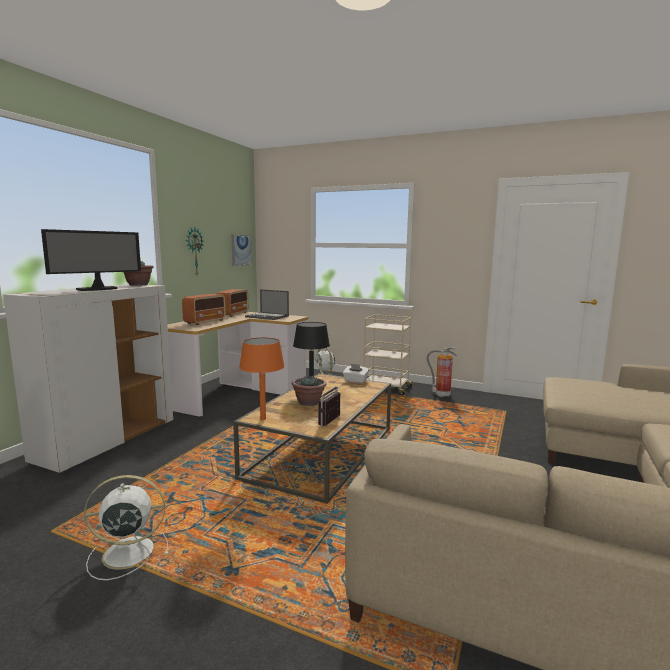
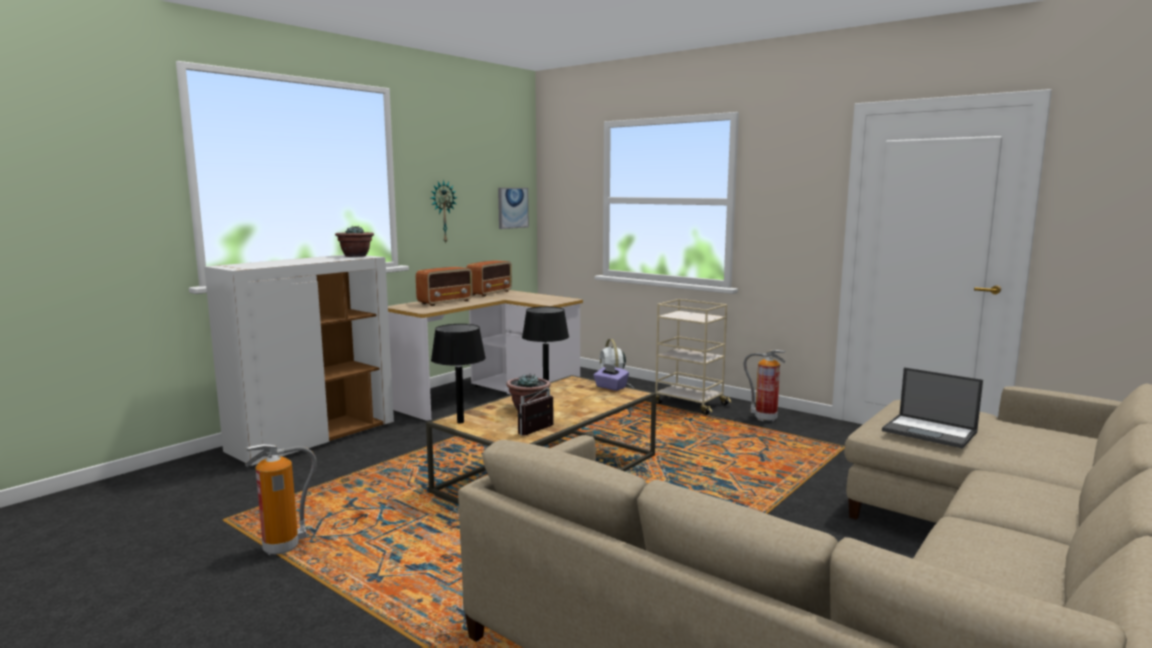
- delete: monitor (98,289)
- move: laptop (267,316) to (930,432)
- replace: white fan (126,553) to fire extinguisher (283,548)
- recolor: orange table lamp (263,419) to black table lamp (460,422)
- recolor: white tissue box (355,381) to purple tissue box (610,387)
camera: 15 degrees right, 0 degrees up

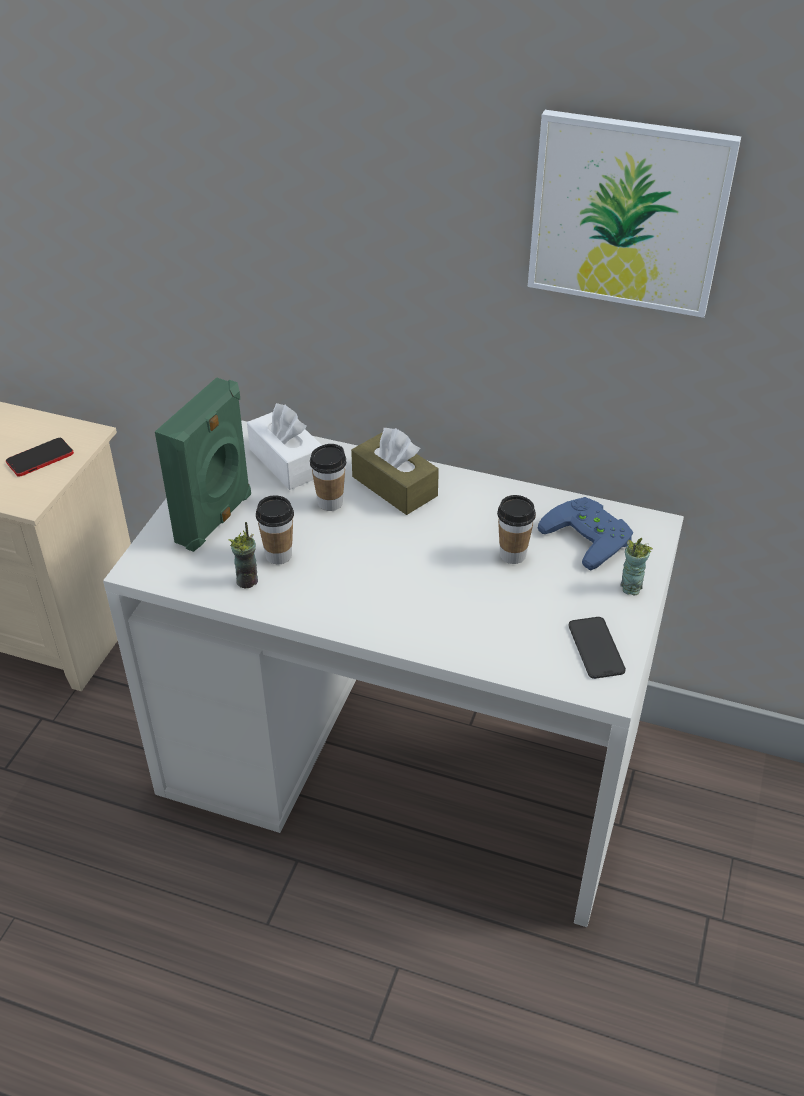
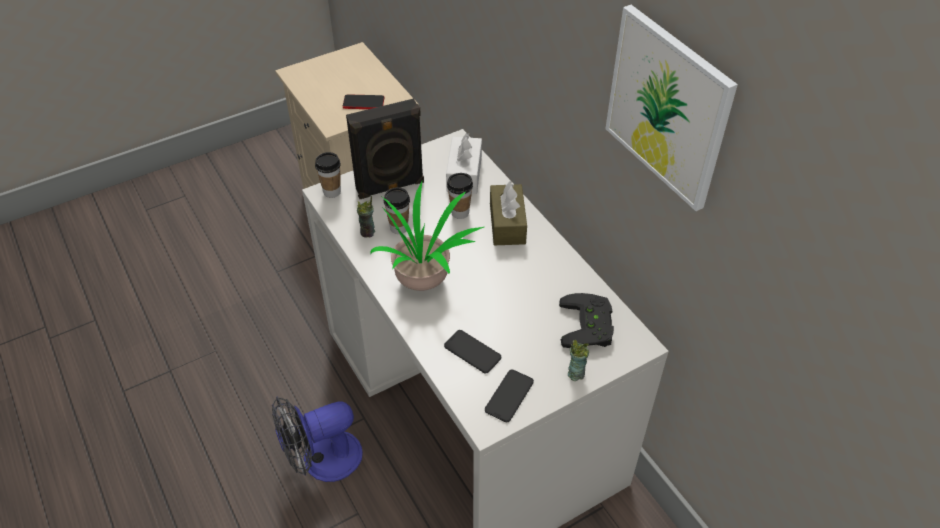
- insert: fan (322,460)
- insert: potted plant (424,279)
- insert: phone (472,352)
- move: cup (512,555) to (332,192)
- recolor: green speaker (216,519) to black speaker (390,187)
- recolor: blue game controller (591,535) to black game controller (590,326)
camera: 40 degrees right, 5 degrees up

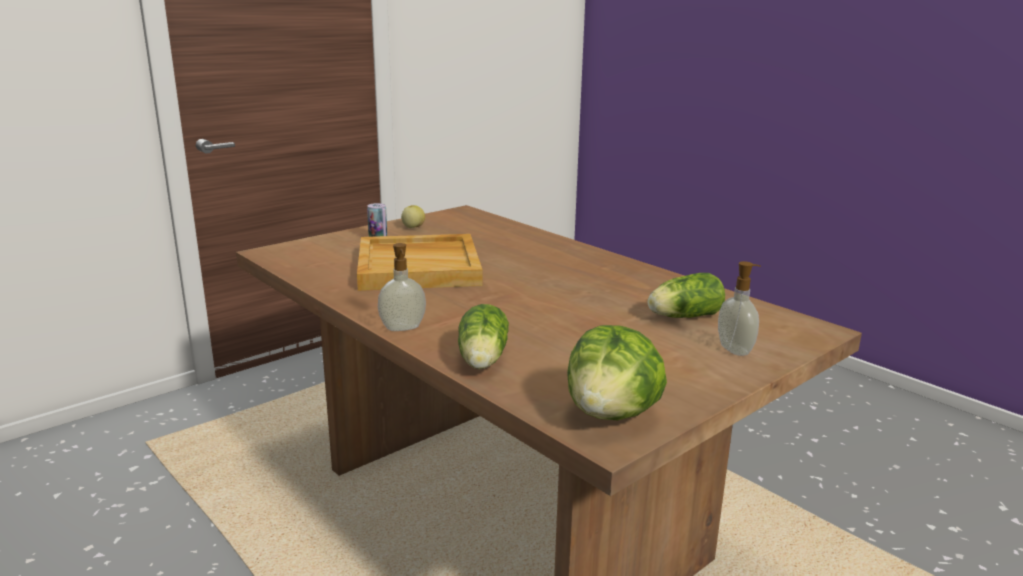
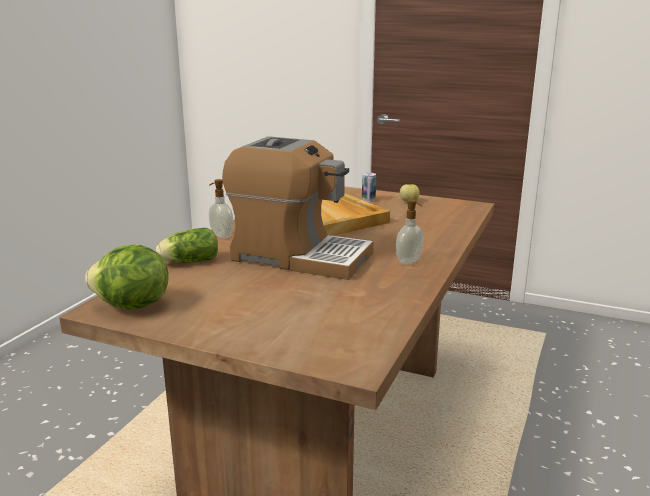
- delete: lettuce (682,316)
- insert: coffee machine (299,256)
- move: soap dispenser (736,350) to (409,262)
camera: 65 degrees right, 0 degrees up

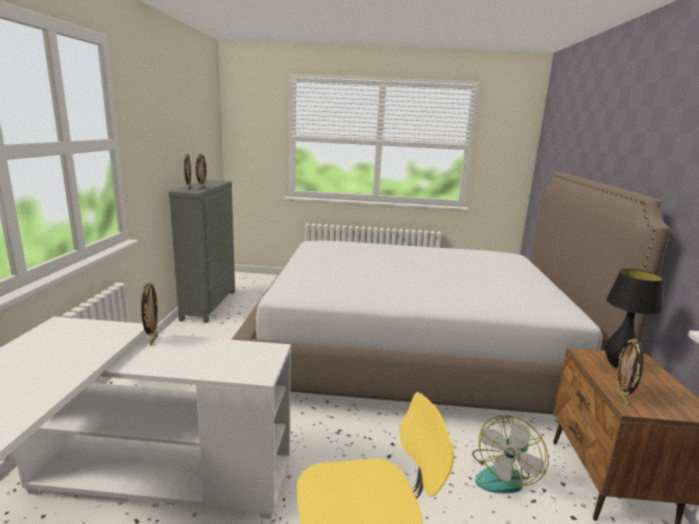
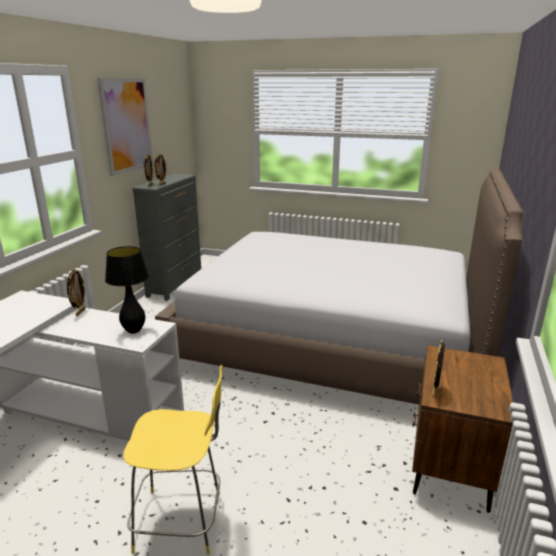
- delete: fan (503,475)
- insert: picture (126,125)
- move: black table lamp (617,365) to (134,331)
camera: 15 degrees right, 5 degrees up

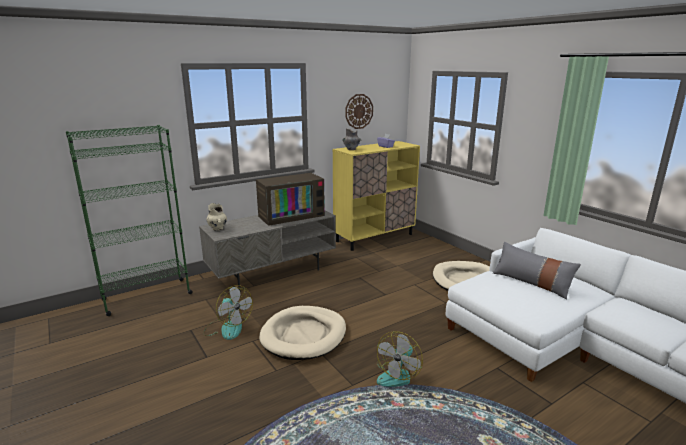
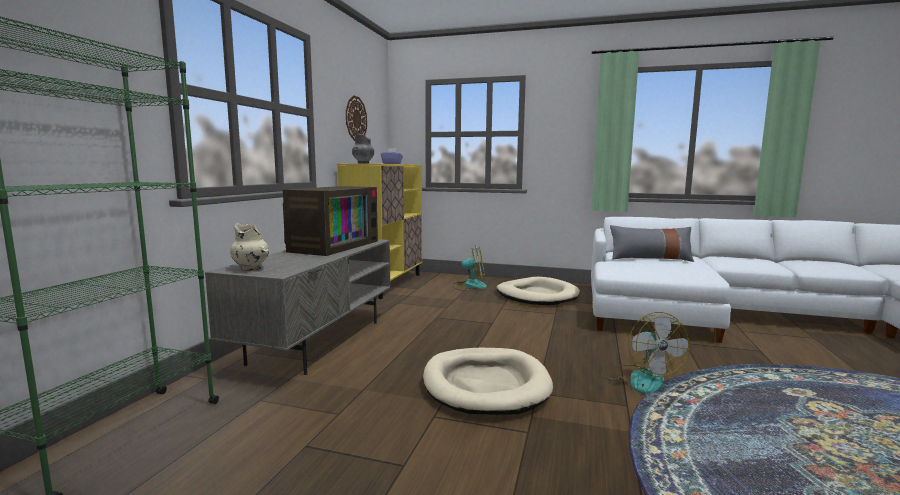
- move: fan (227,328) to (469,285)
camera: 40 degrees left, 10 degrees down

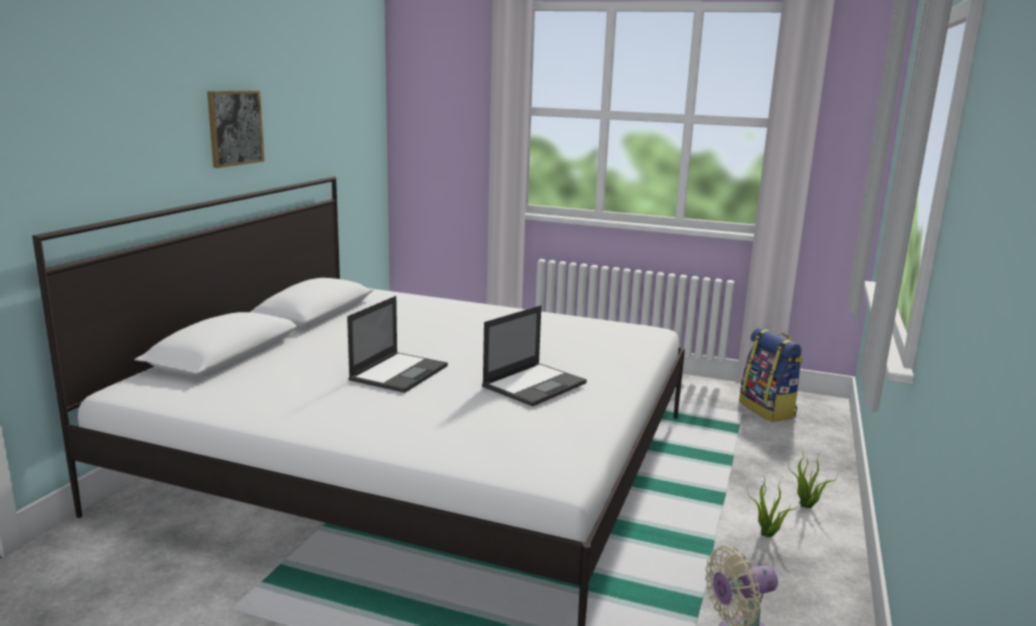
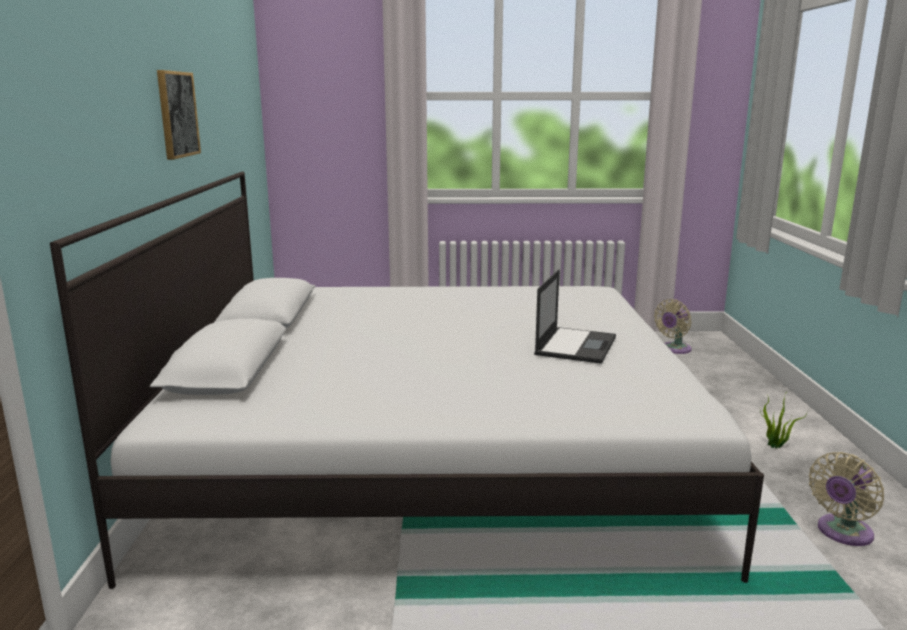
- delete: laptop (399,372)
- delete: potted plant (806,506)
- replace: backpack (768,410) to beige fan (674,349)
camera: 20 degrees left, 0 degrees up

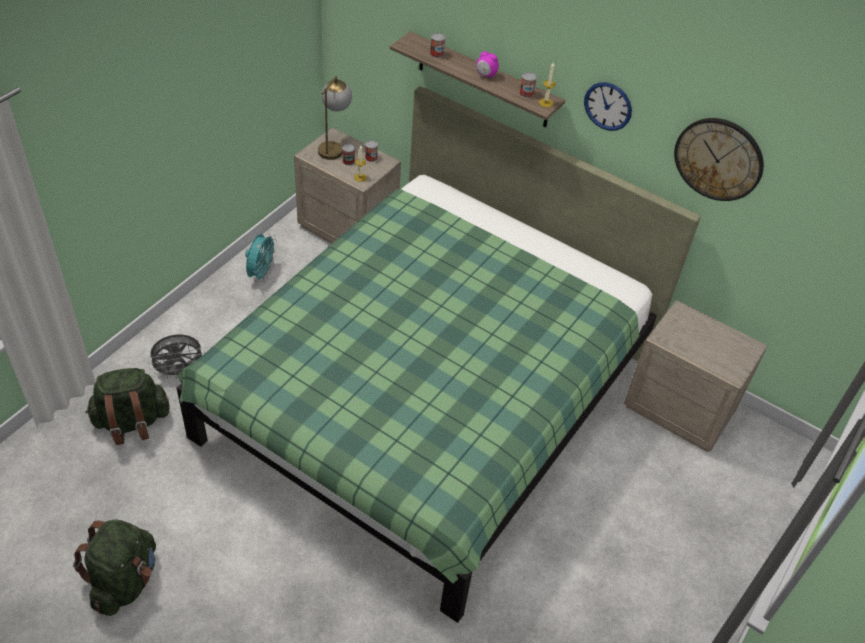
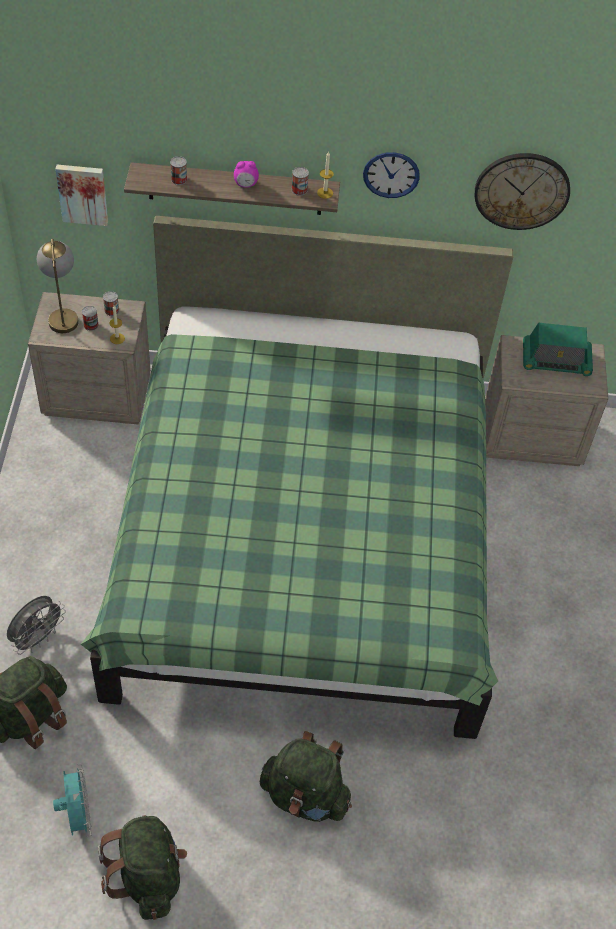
- insert: picture (83,193)
- insert: green backpack (305,796)
- insert: radio (555,361)
- move: turquoise fan (261,274) to (78,815)
camera: 30 degrees left, 5 degrees up

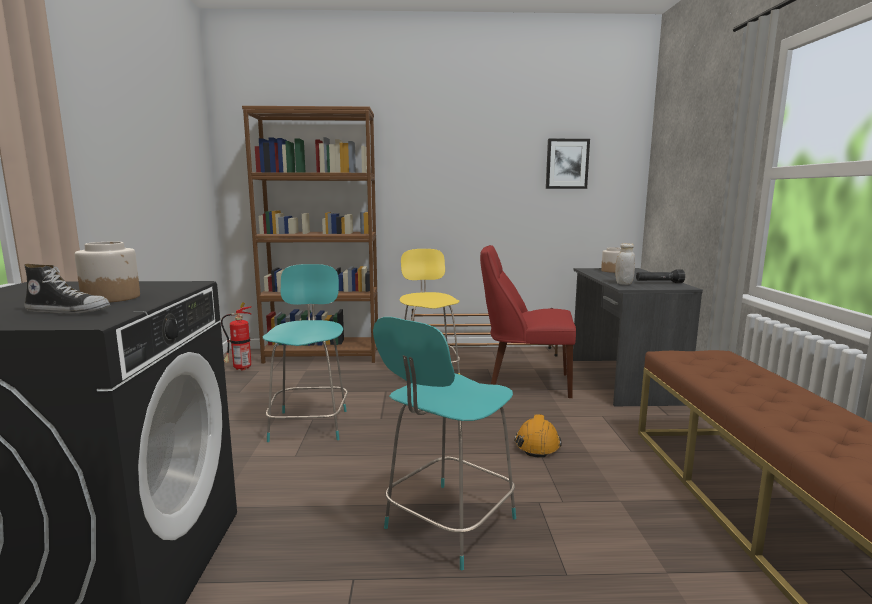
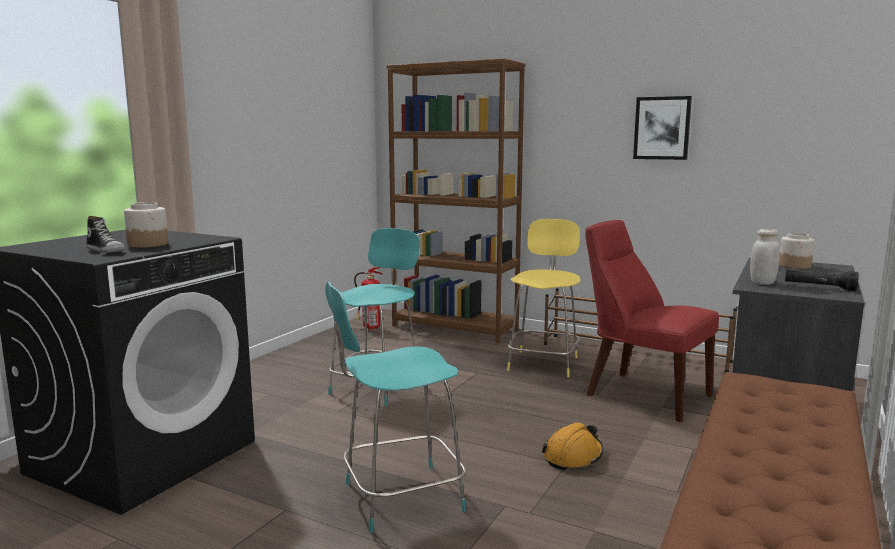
- move: picture (567,164) to (662,128)
camera: 30 degrees right, 0 degrees up

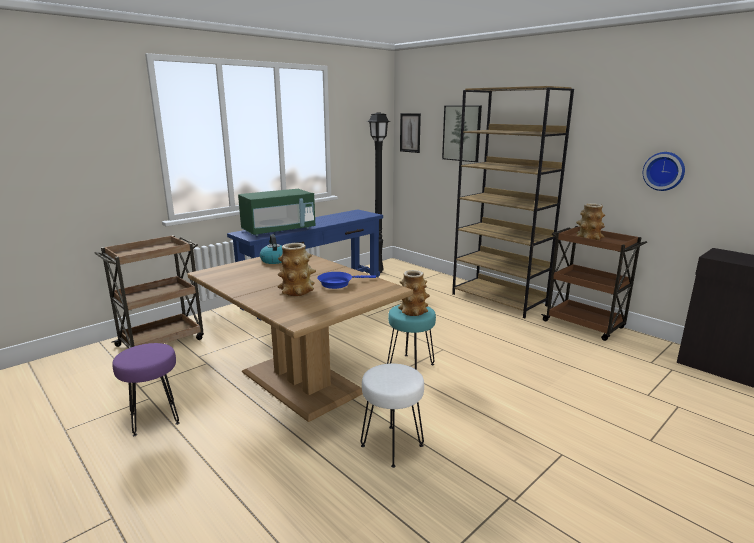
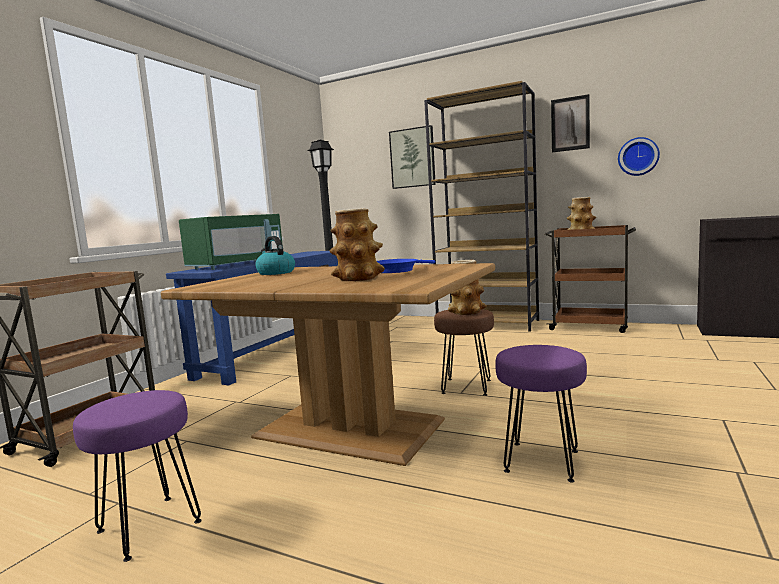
- move: picture (410,132) to (570,124)
- recolor: white stool (392,446) to purple stool (542,461)
- recolor: turquoise stool (411,366) to brown stool (467,386)
camera: 20 degrees left, 10 degrees down

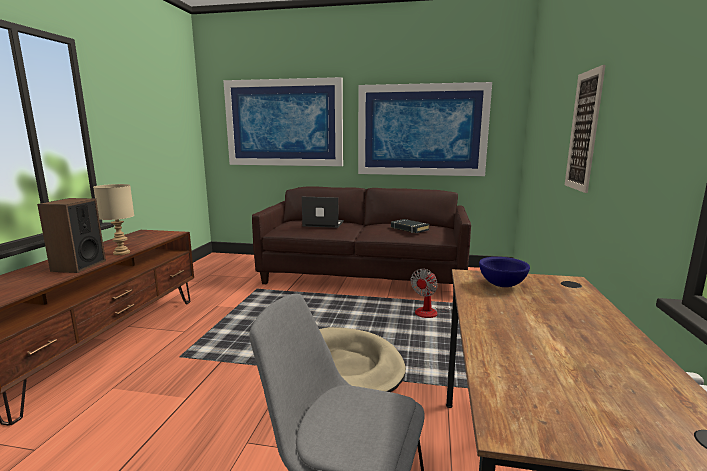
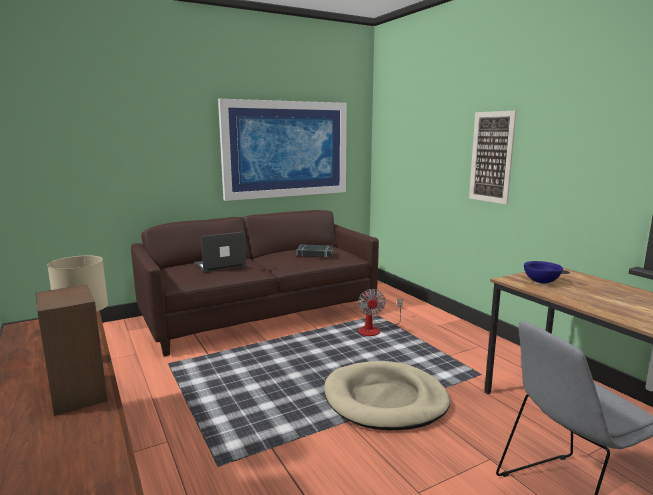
- delete: picture (284,123)
camera: 40 degrees left, 0 degrees up

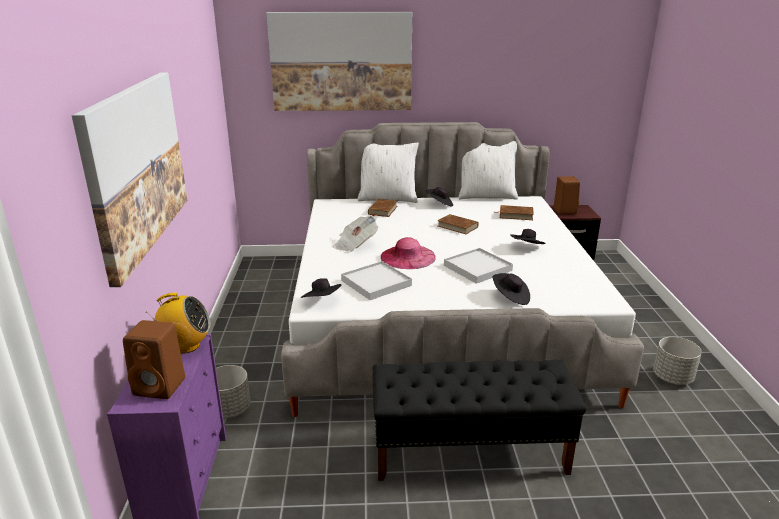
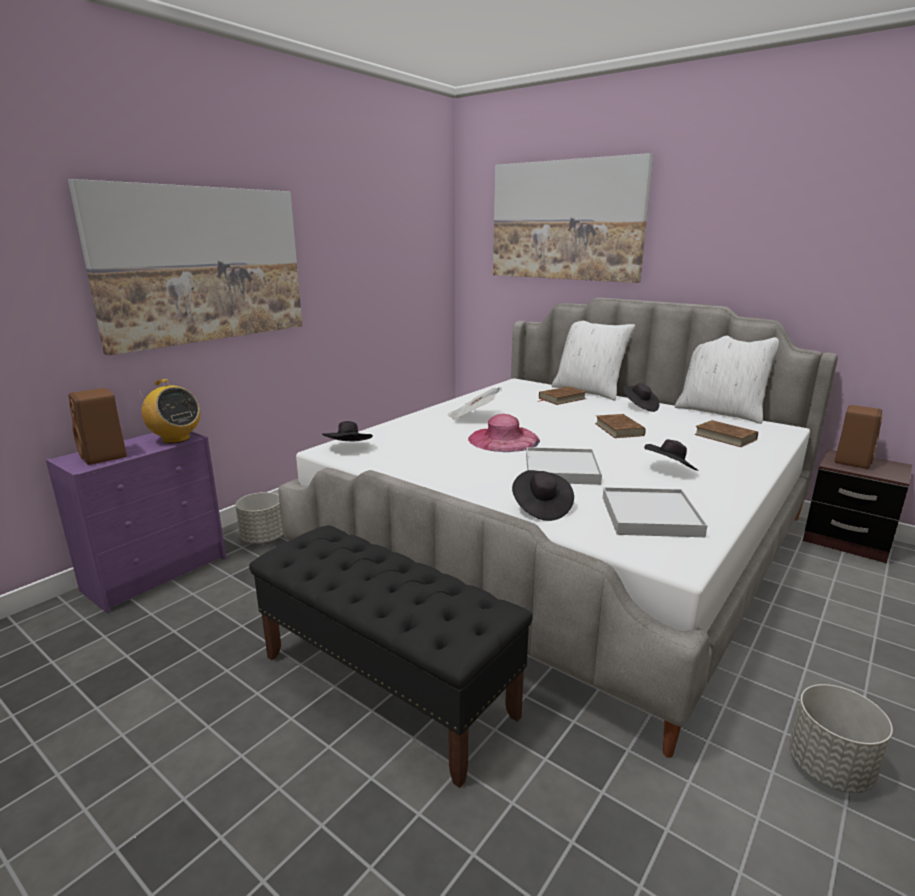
- move: white tray (376,283) to (650,516)
camera: 40 degrees right, 5 degrees down

